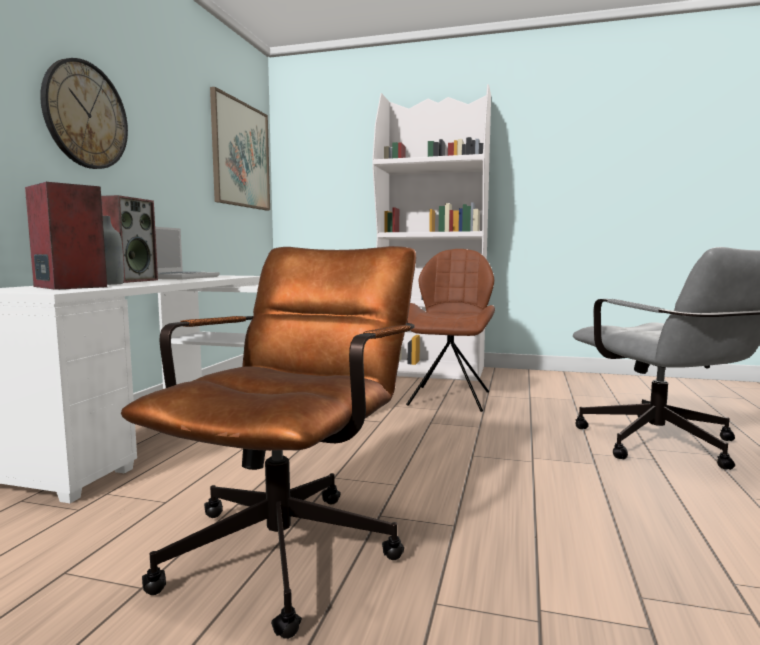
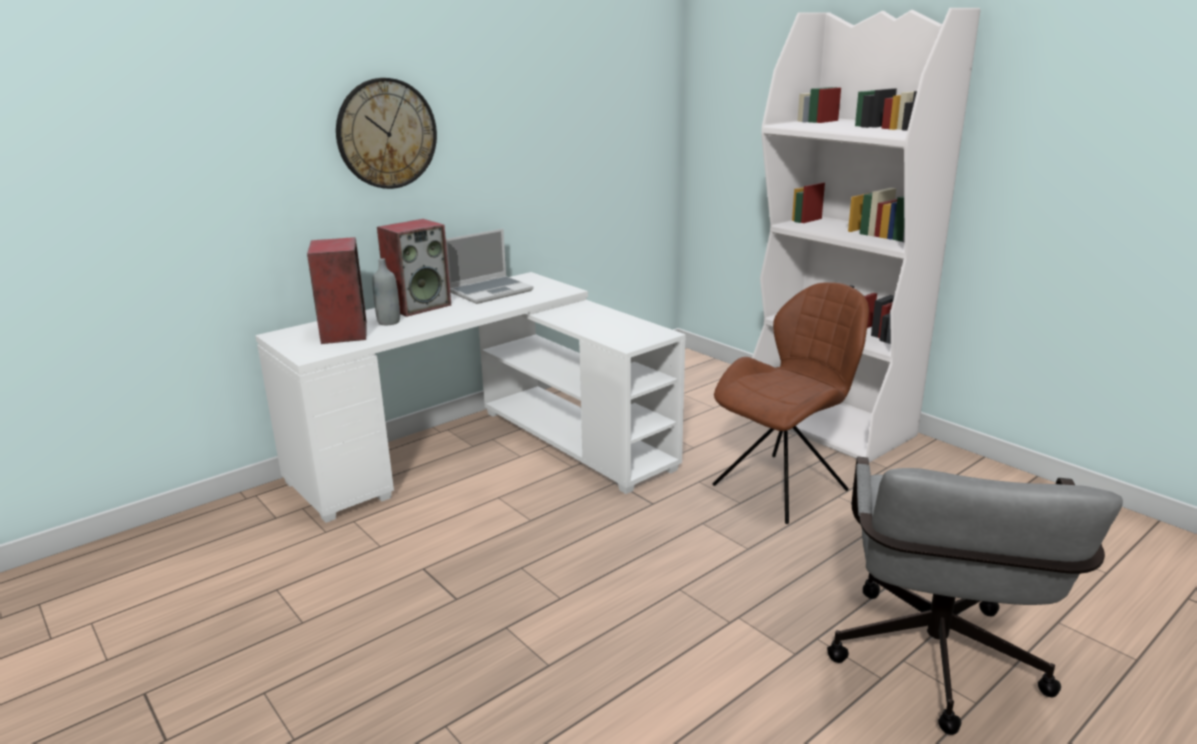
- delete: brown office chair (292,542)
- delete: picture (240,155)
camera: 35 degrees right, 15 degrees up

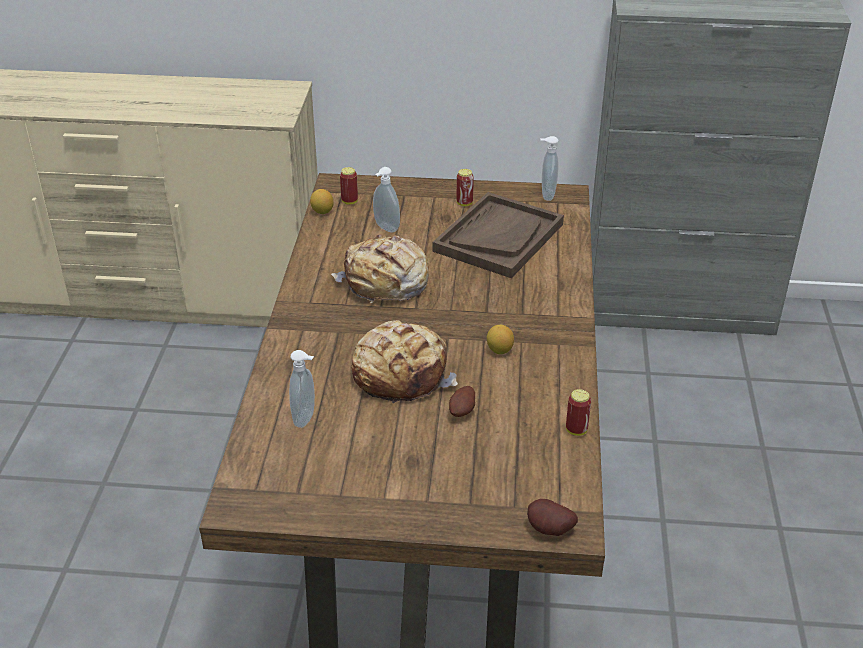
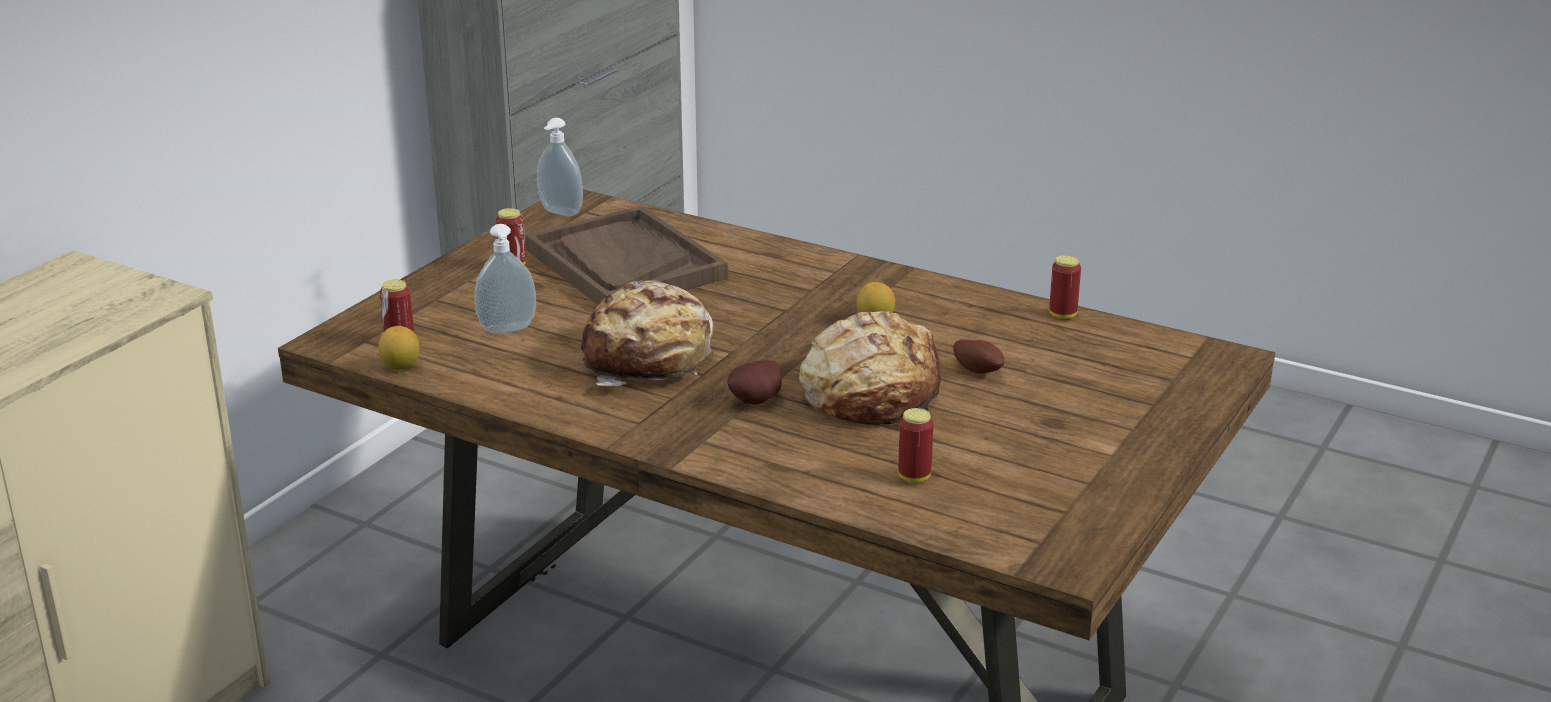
- move: potato (549,531) to (758,402)
- replace: soap dispenser (306,418) to can (914,477)
camera: 65 degrees left, 10 degrees down

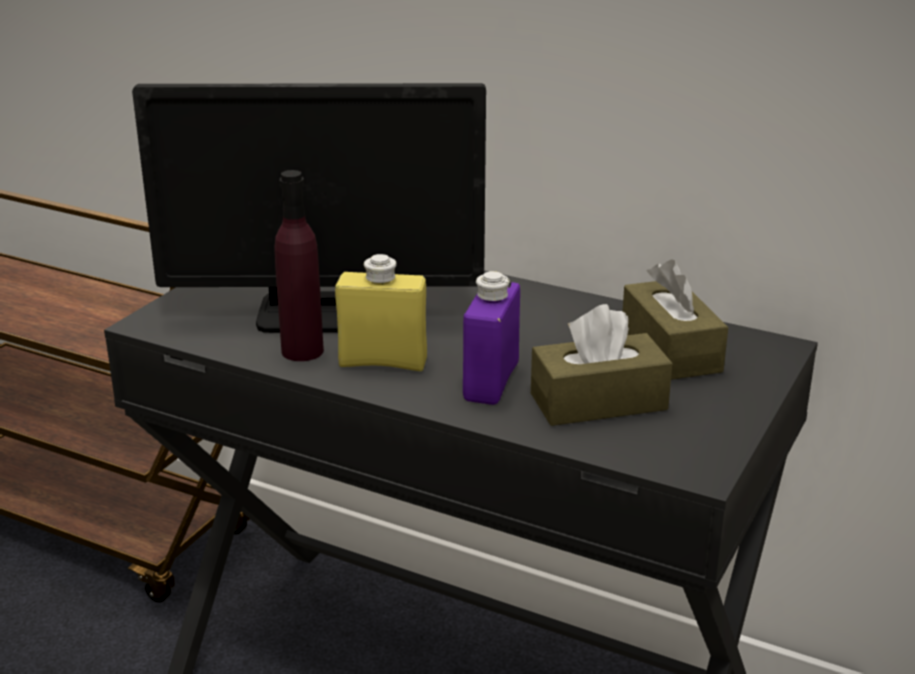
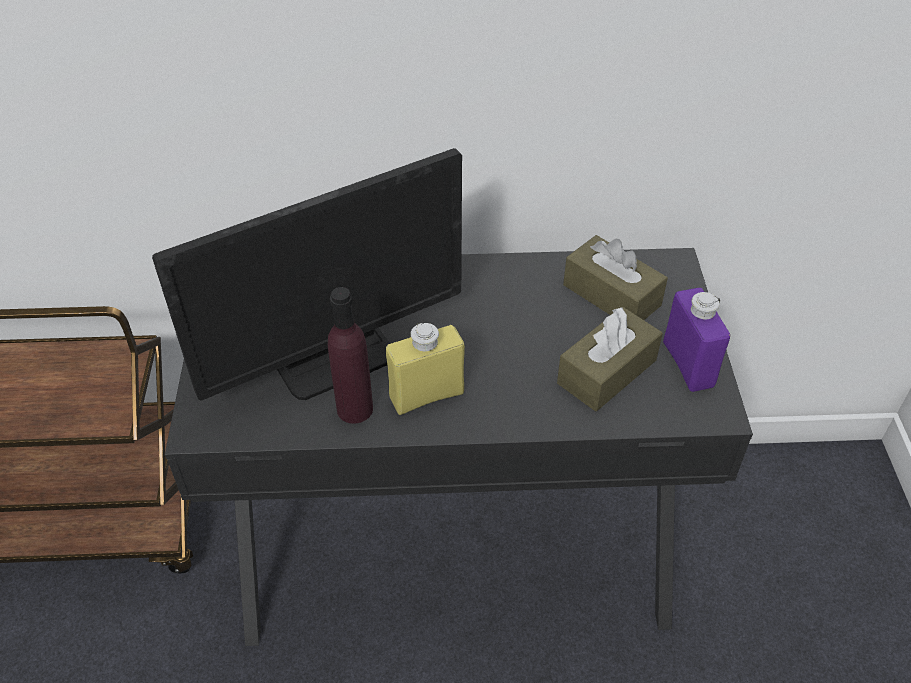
- move: purple bottle (491,382) to (688,364)
camera: 30 degrees left, 20 degrees up

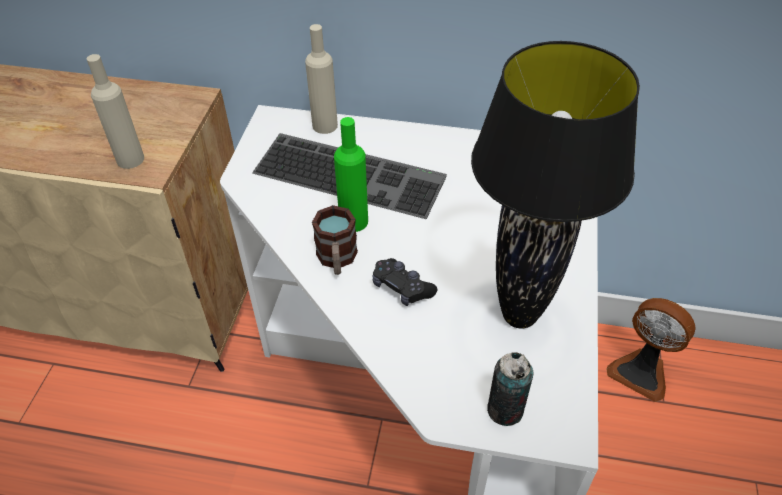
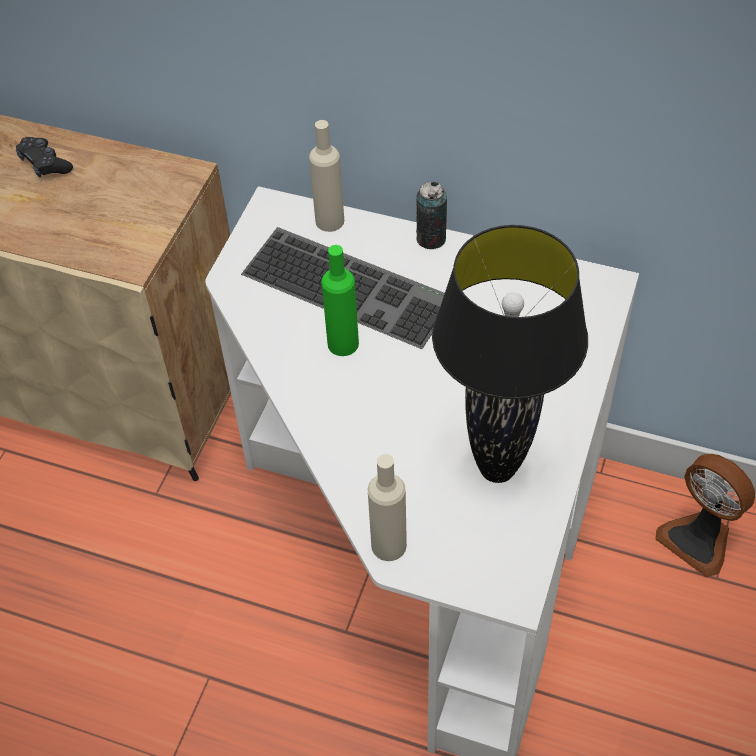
- delete: mug (337,260)
- move: beige bottle (130,159) to (388,545)
- move: black game controller (402,288) to (45,164)
- move: can (505,410) to (431,239)
camera: 10 degrees right, 5 degrees up

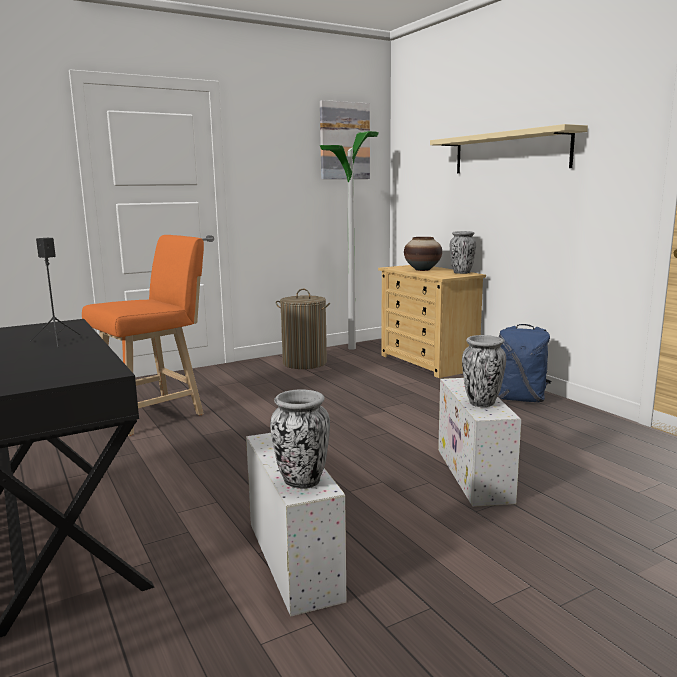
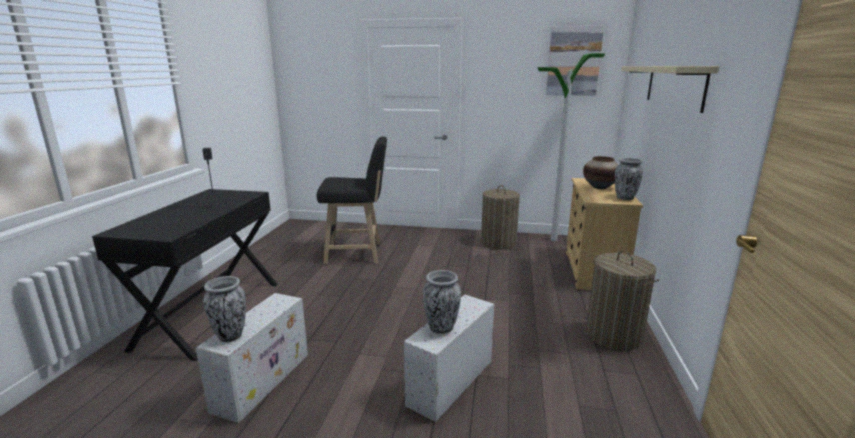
- replace: blue backpack (521,399) to laundry basket (614,335)
- recolor: orange stool (155,413) to black stool (357,254)
camera: 40 degrees right, 5 degrees up

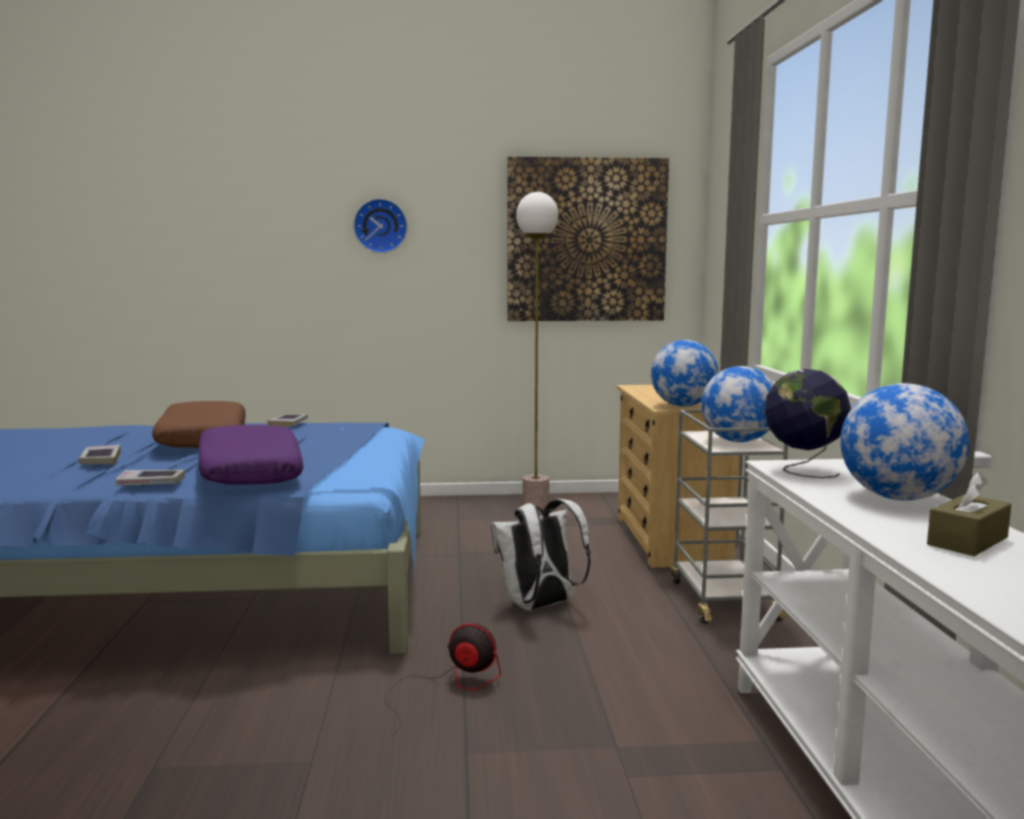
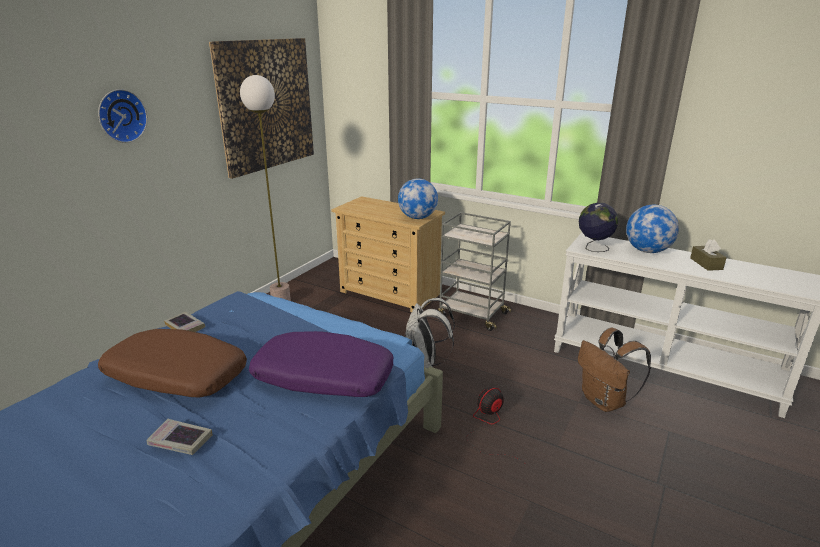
- delete: book (151,483)
- delete: globe (738,441)
- insert: brown backpack (605,401)
camera: 55 degrees left, 15 degrees up

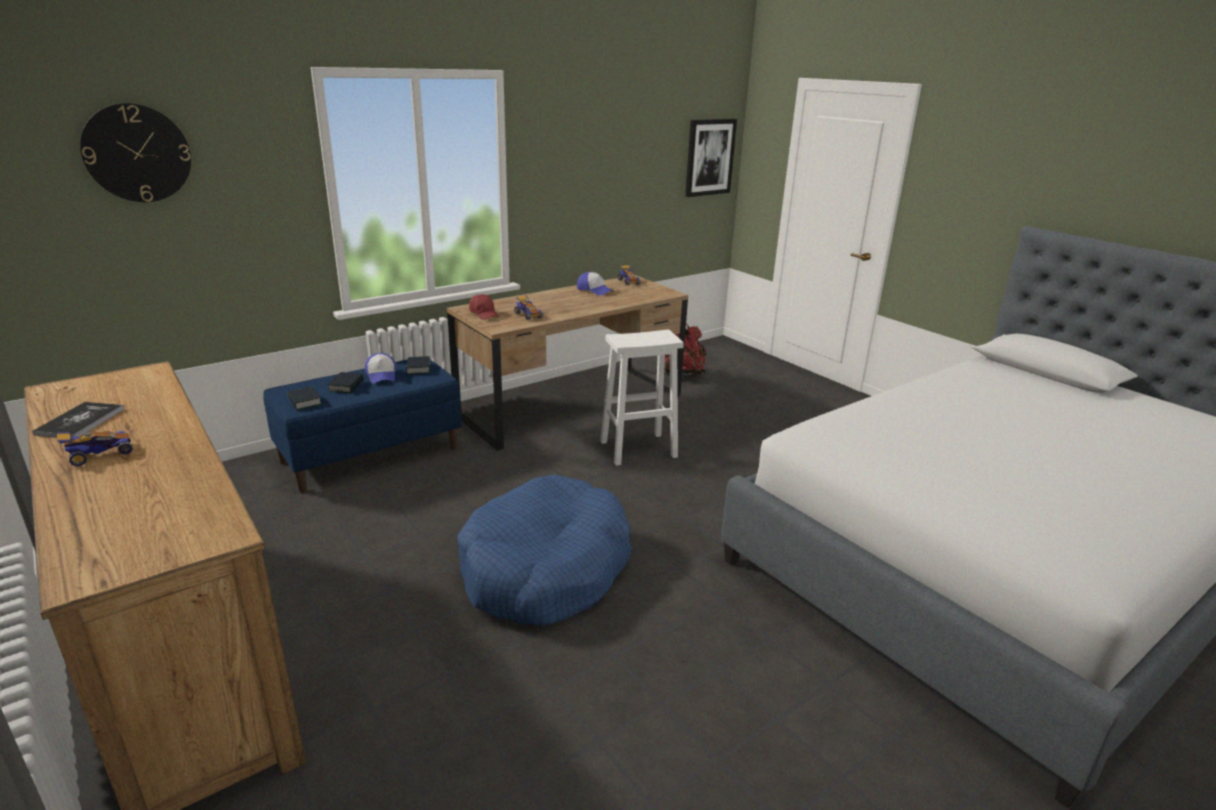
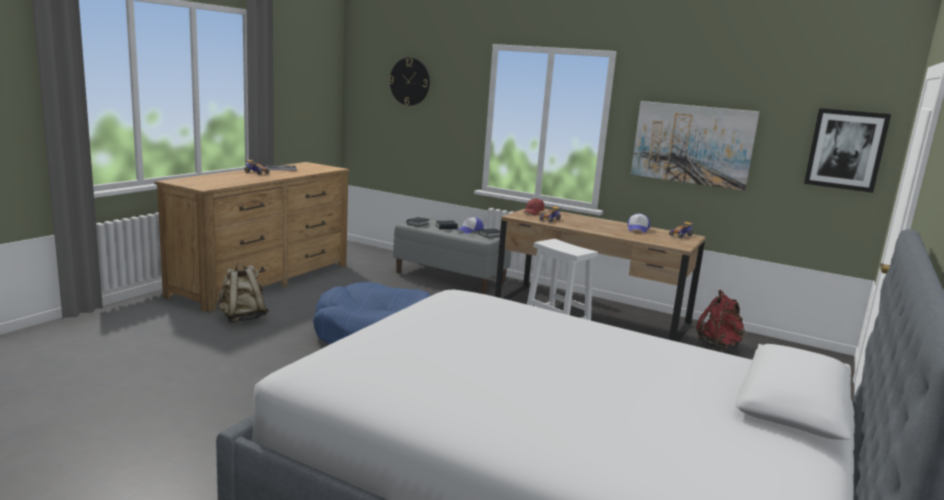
- insert: beige backpack (242,318)
- insert: picture (692,144)
- recolor: blue bench (371,454) to grey bench (450,277)
camera: 65 degrees right, 10 degrees down

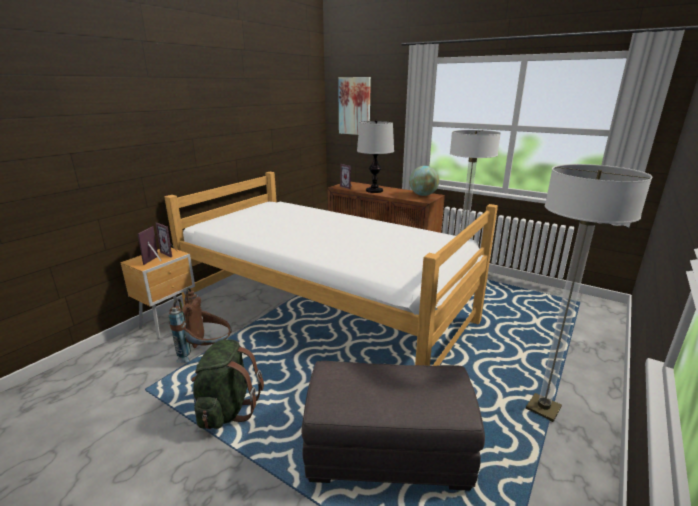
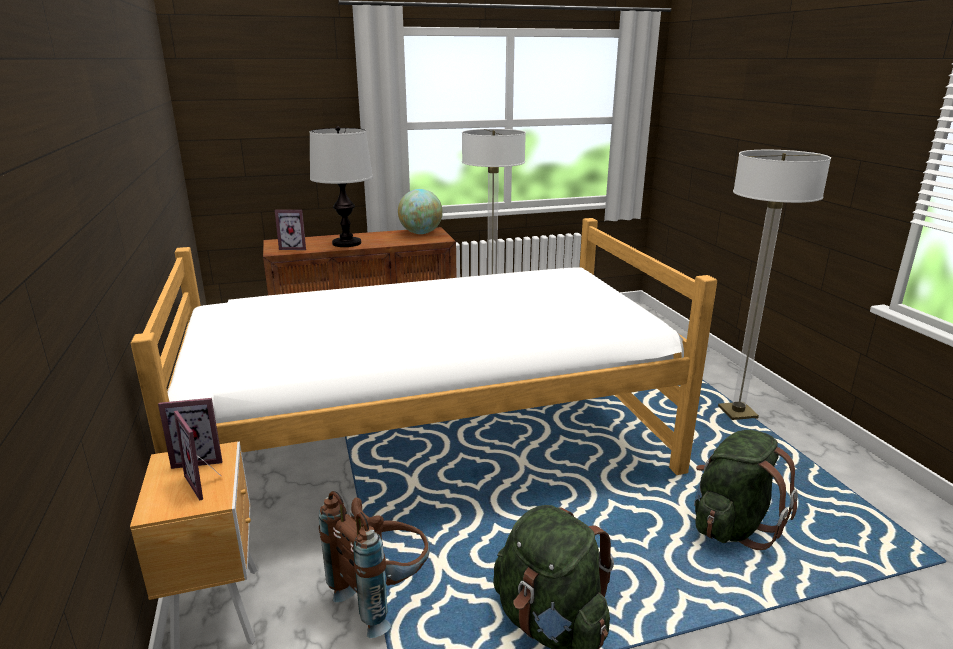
- delete: picture (354,106)
- replace: grey ottoman (386,452) to green backpack (732,525)
camera: 50 degrees left, 0 degrees up

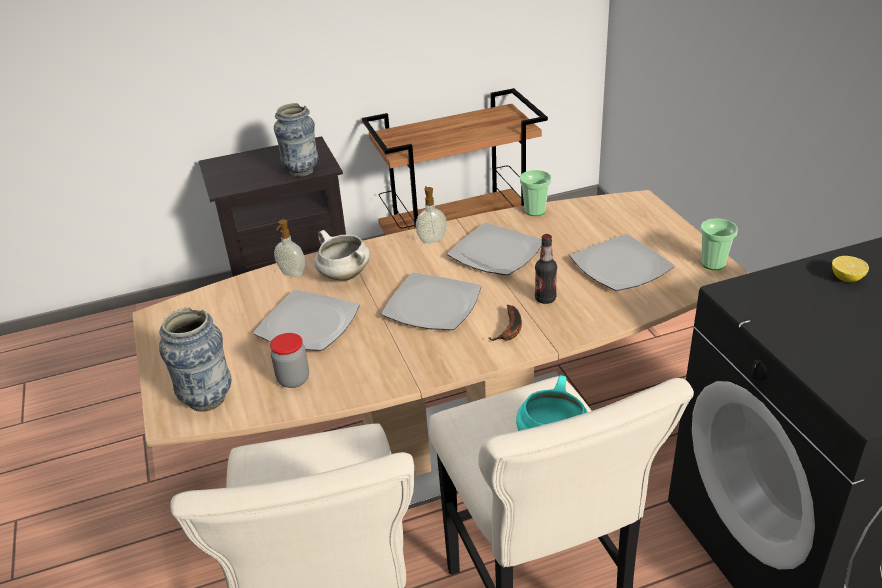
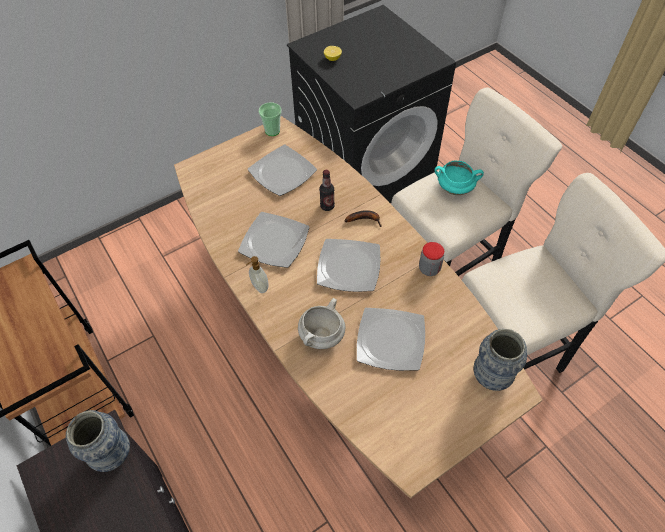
- delete: soap dispenser (292,274)
- delete: cup (535,211)
- move: jar (293,379) to (429,269)
camera: 105 degrees left, 20 degrees up

